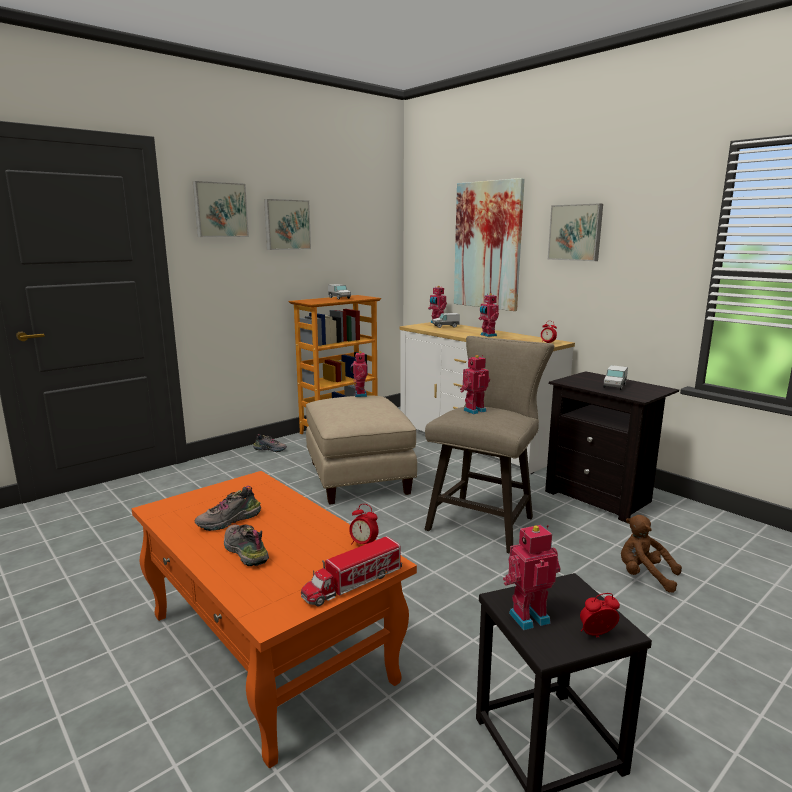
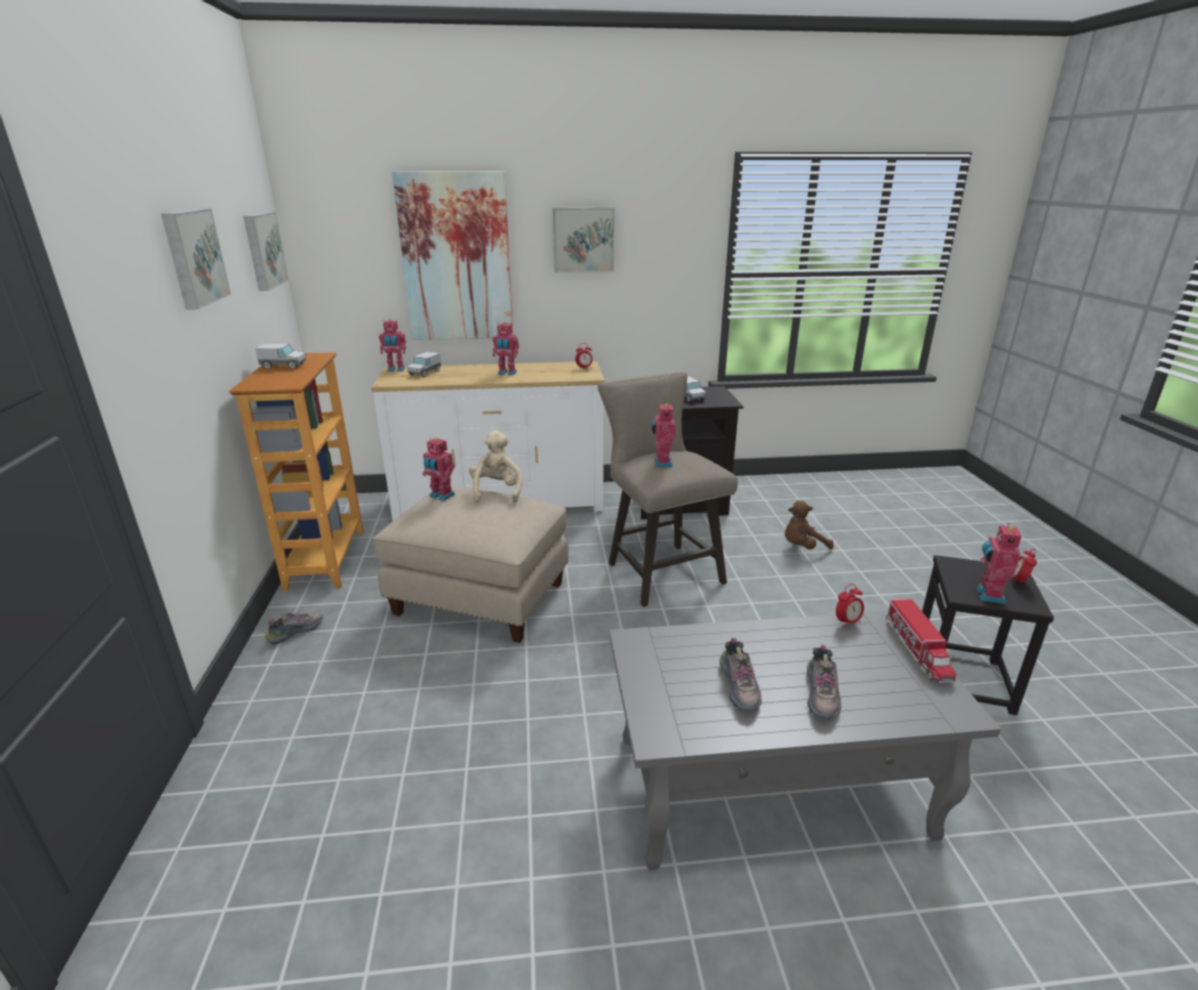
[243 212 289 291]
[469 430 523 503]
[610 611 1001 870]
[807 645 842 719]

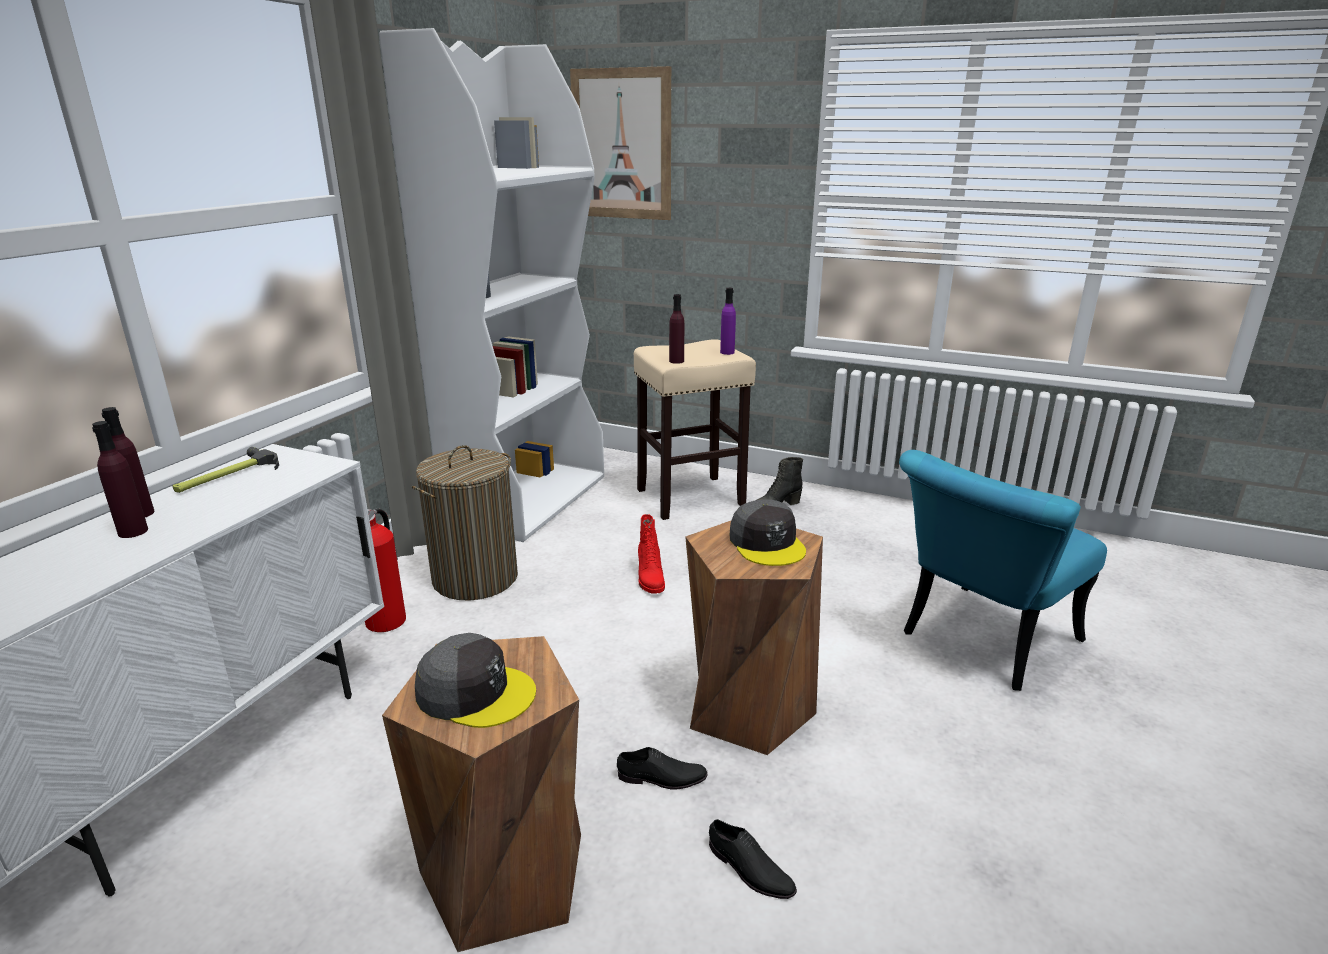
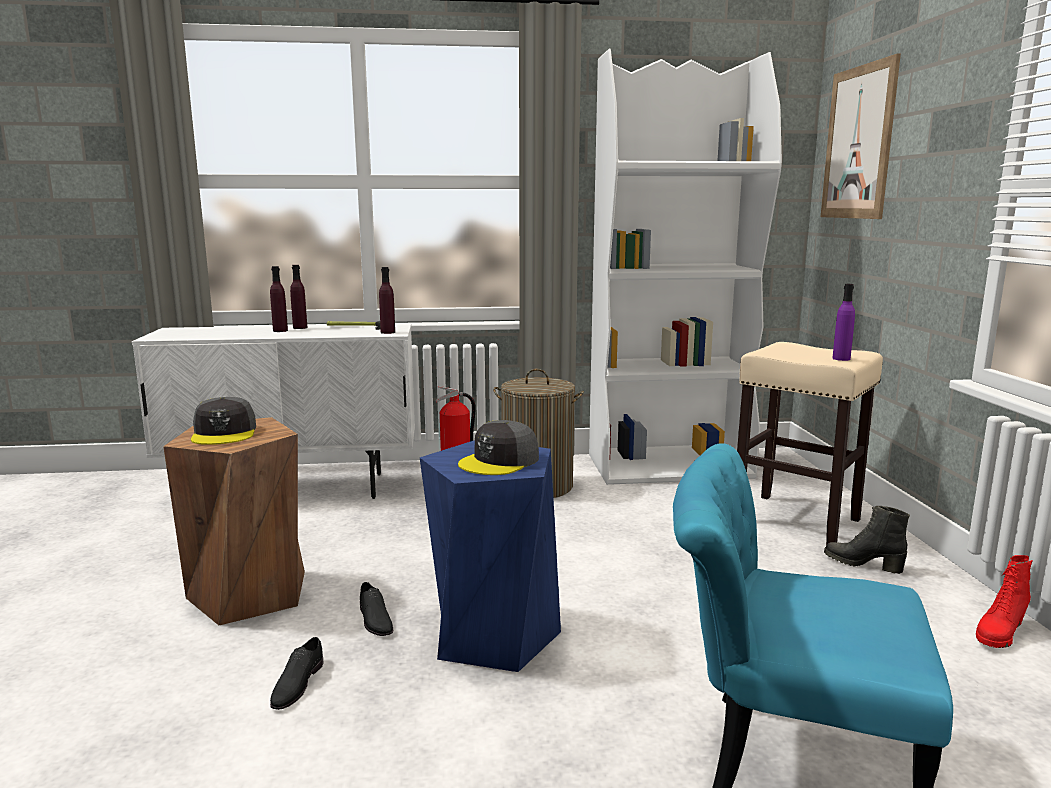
[379 267 395 334]
[420 440 561 672]
[976 555 1032 648]

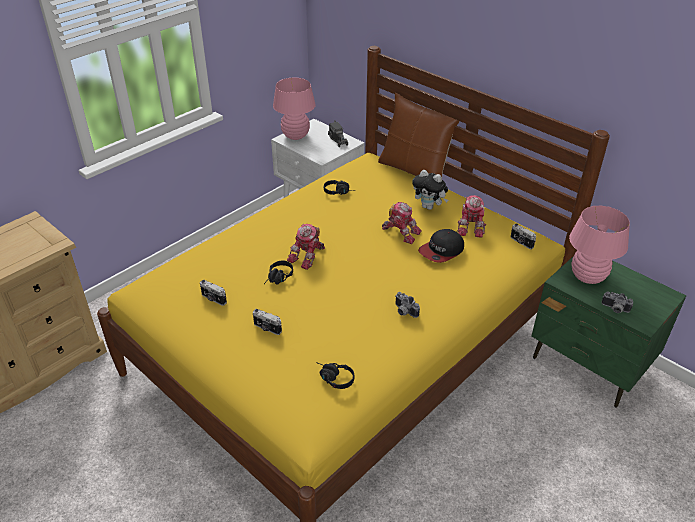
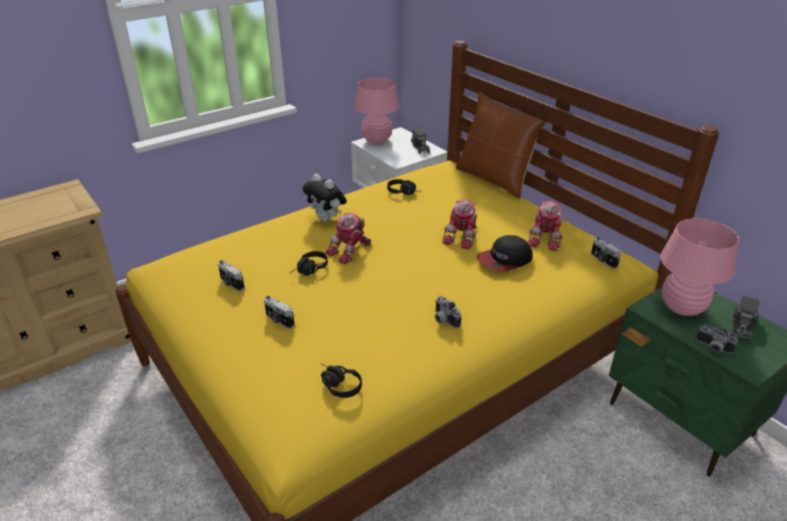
[303 174 347 222]
[442 200 477 249]
[730 296 760 342]

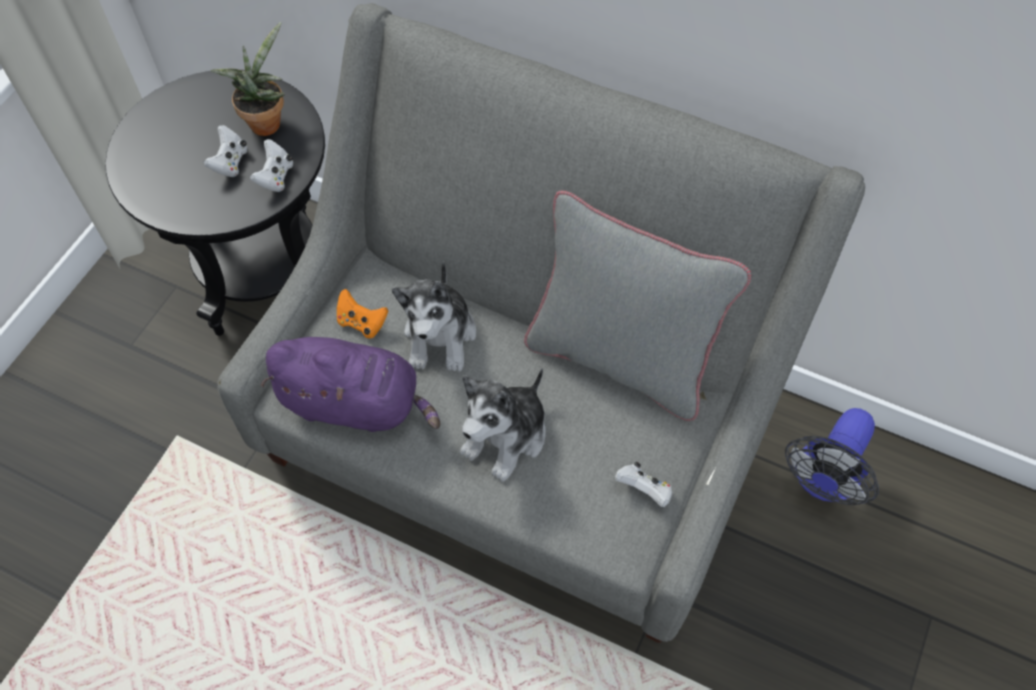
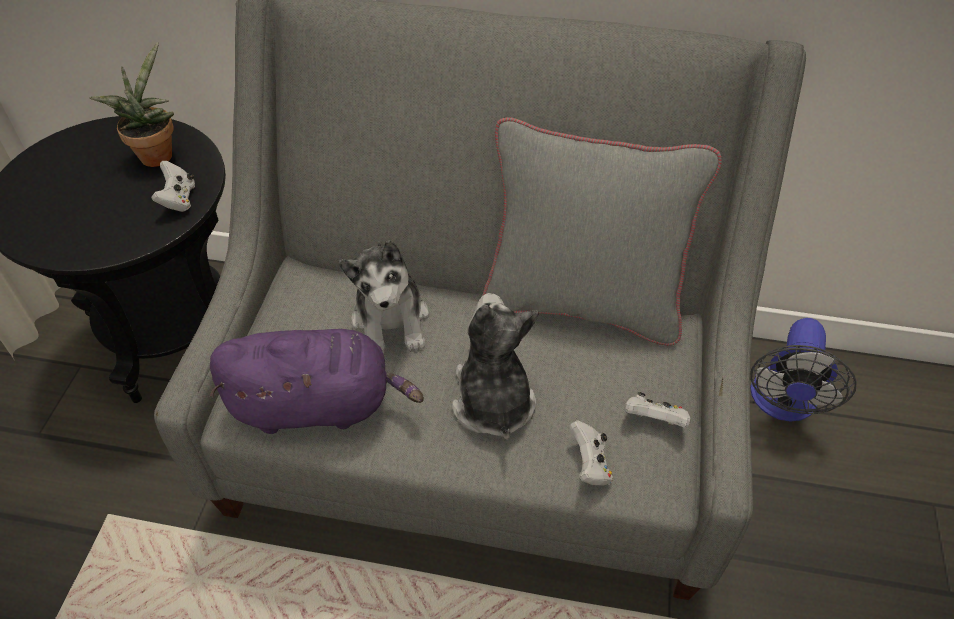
[452 293 539 440]
[569 420 613 486]
[337 289 388 339] (first image)

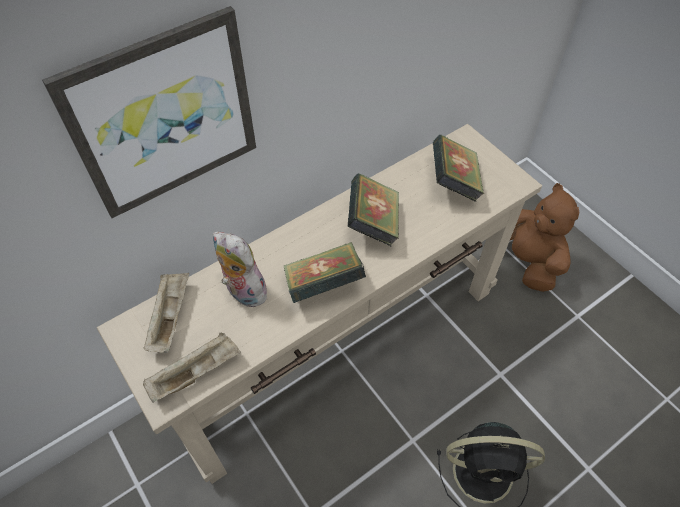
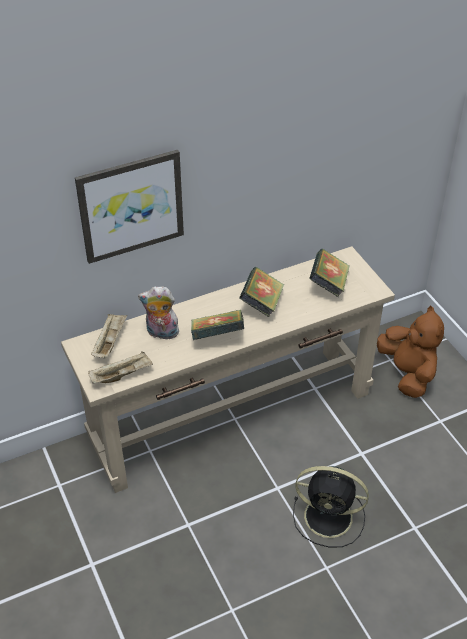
[138 287 179 339]

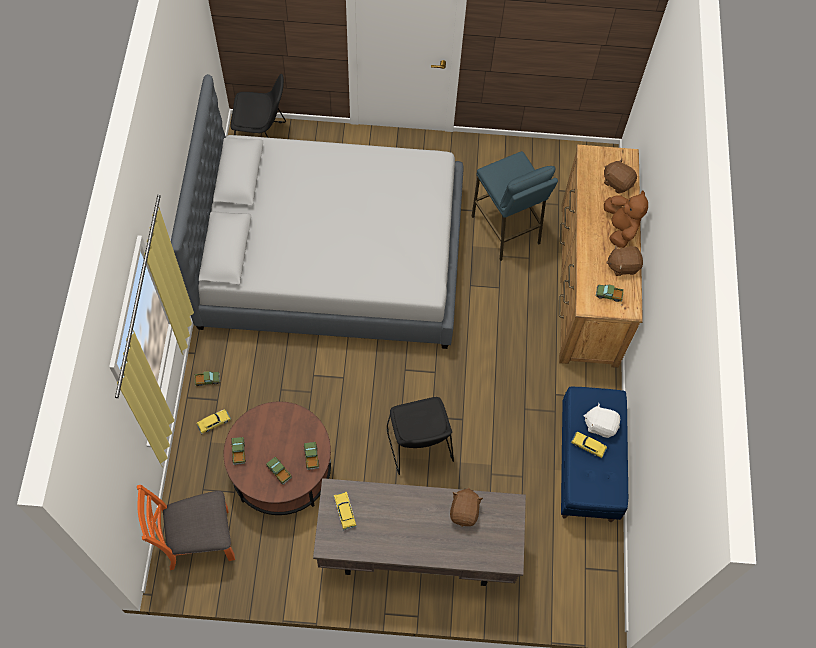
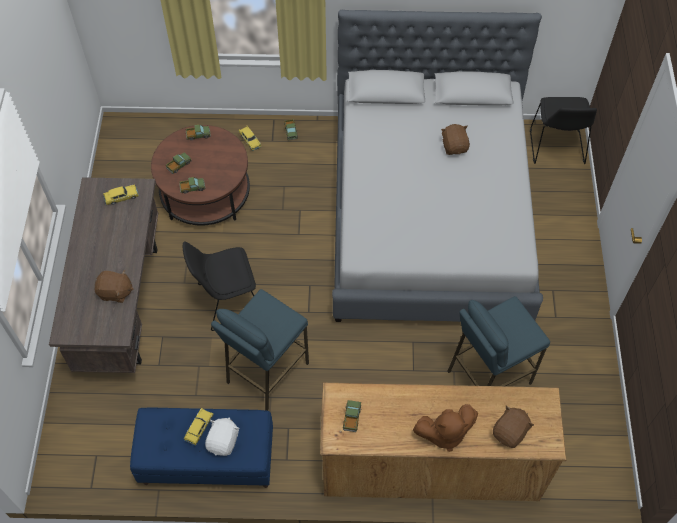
[211 289 309 411]
[441 124 470 155]
[137 484 235 570] (first image)

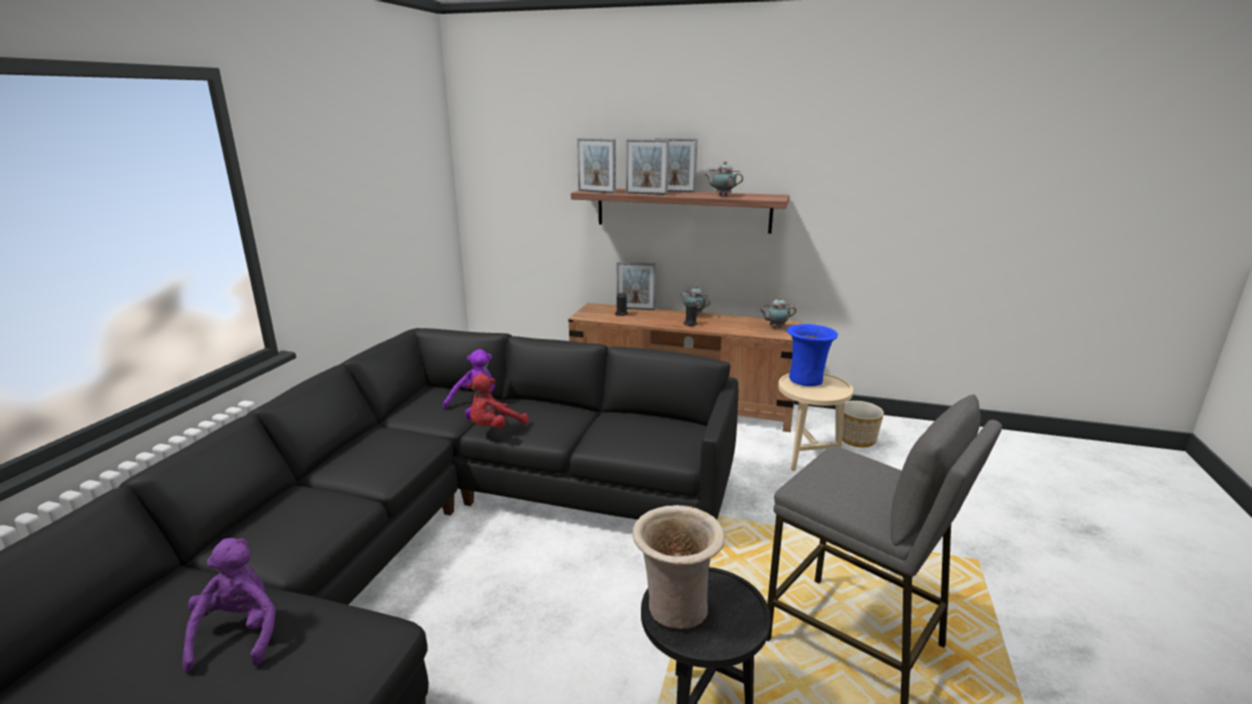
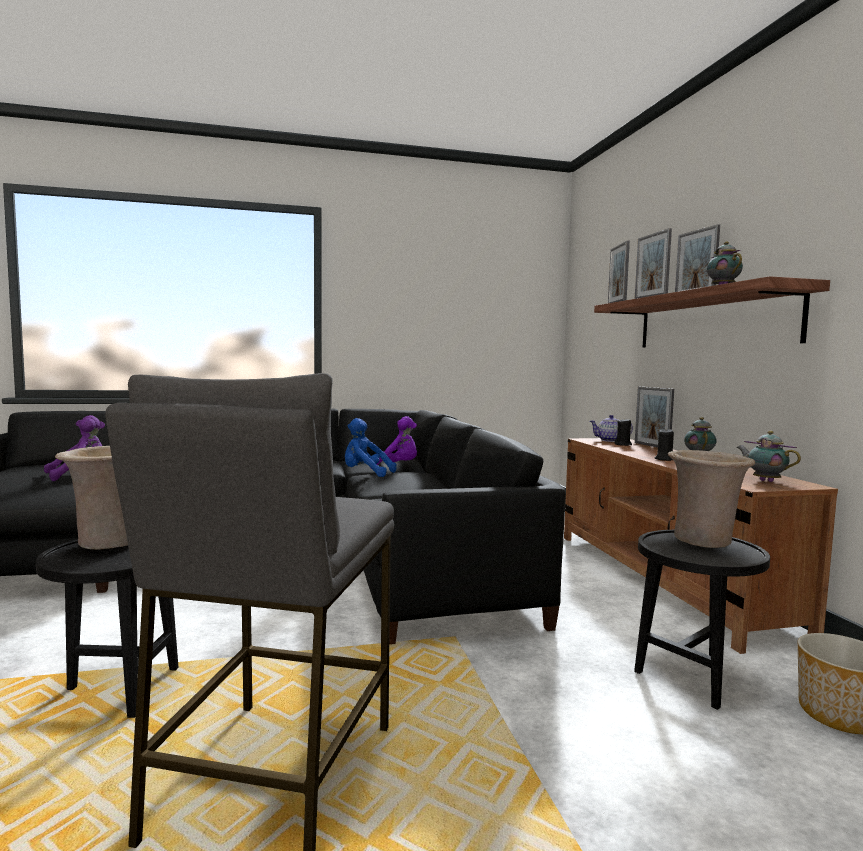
[345 418 396 477]
[590 415 633 442]
[634 530 770 710]
[668 450 755 548]

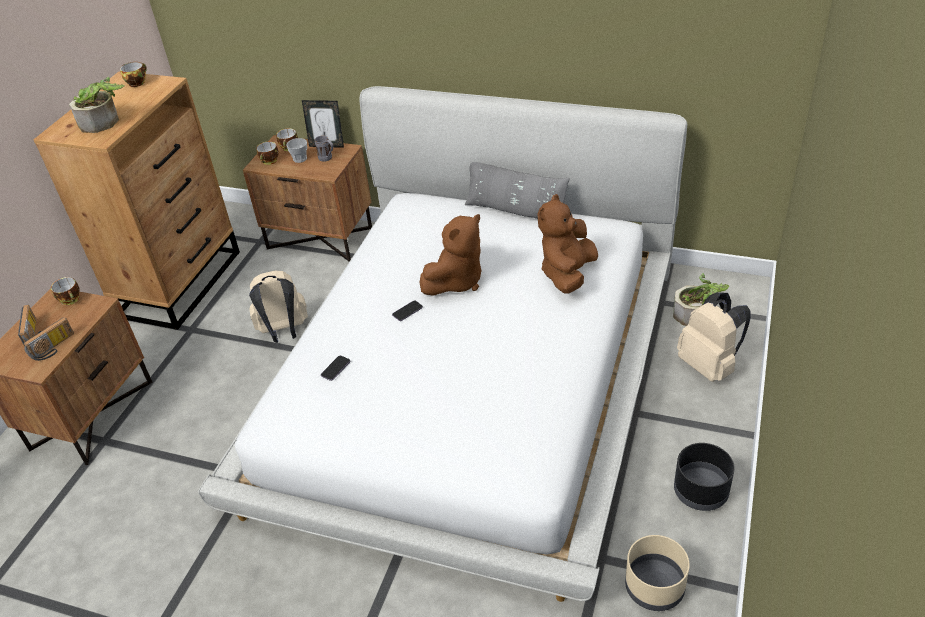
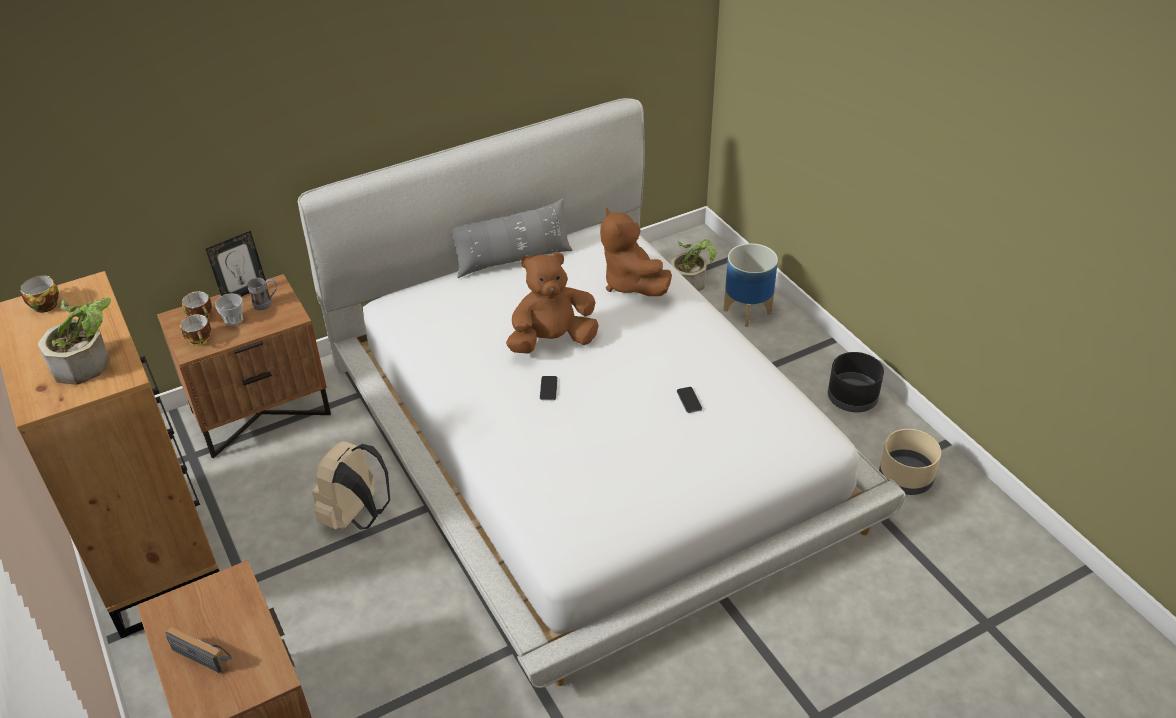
[506 252 599 354]
[677 387 702 413]
[724 243 778 327]
[24 317 74 361] (first image)
[51 277 80 305] (first image)

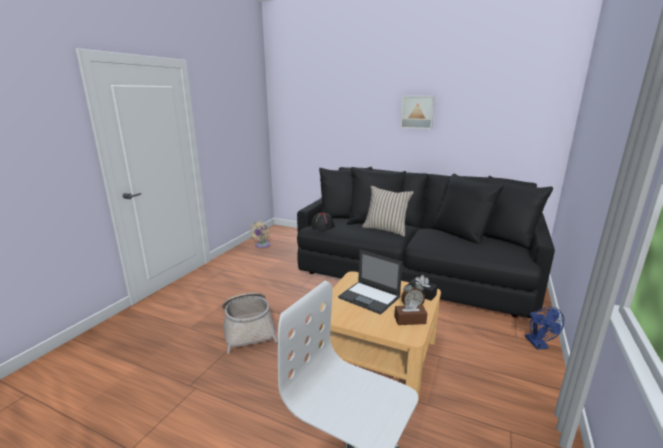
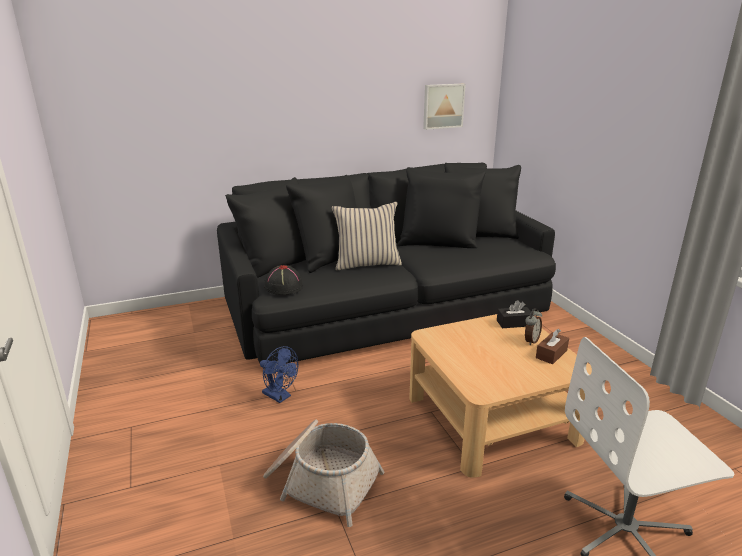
[260 346 298 403]
[423 84 466 130]
[250 221 270 248] (first image)
[338 250 402 315] (first image)

